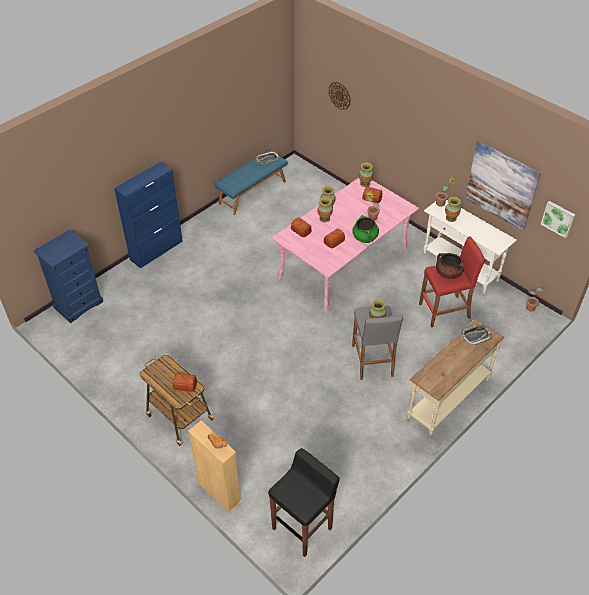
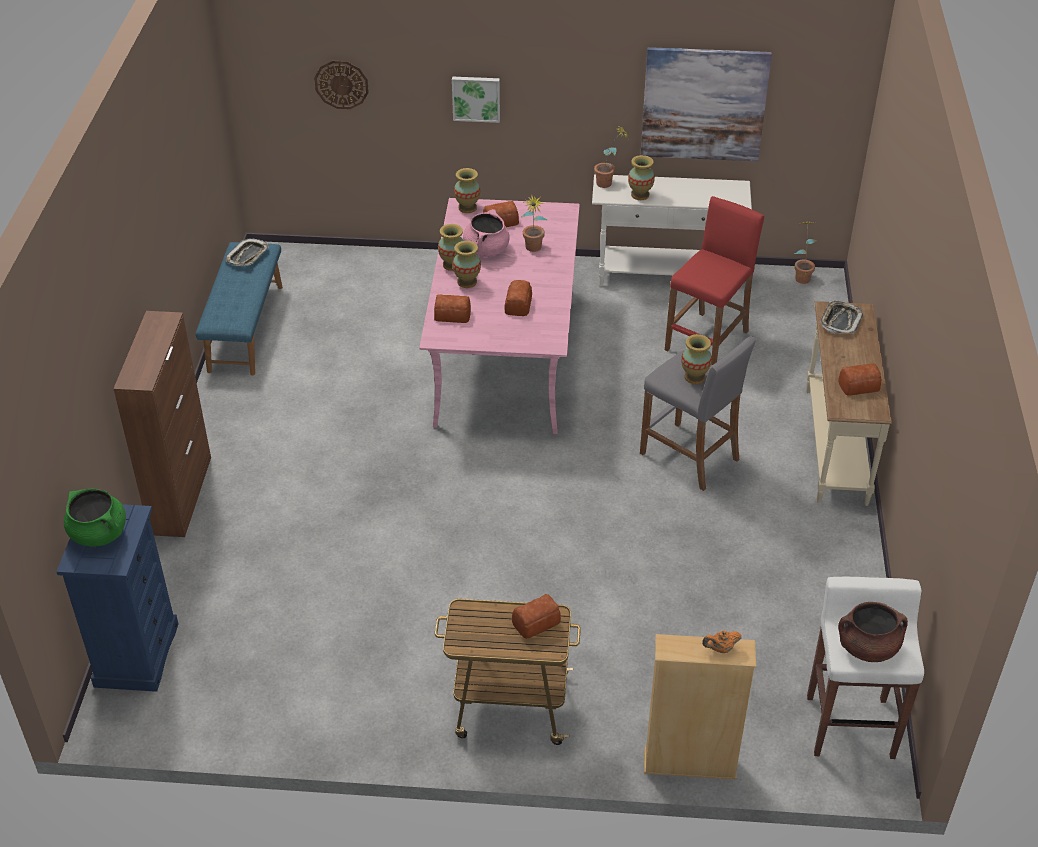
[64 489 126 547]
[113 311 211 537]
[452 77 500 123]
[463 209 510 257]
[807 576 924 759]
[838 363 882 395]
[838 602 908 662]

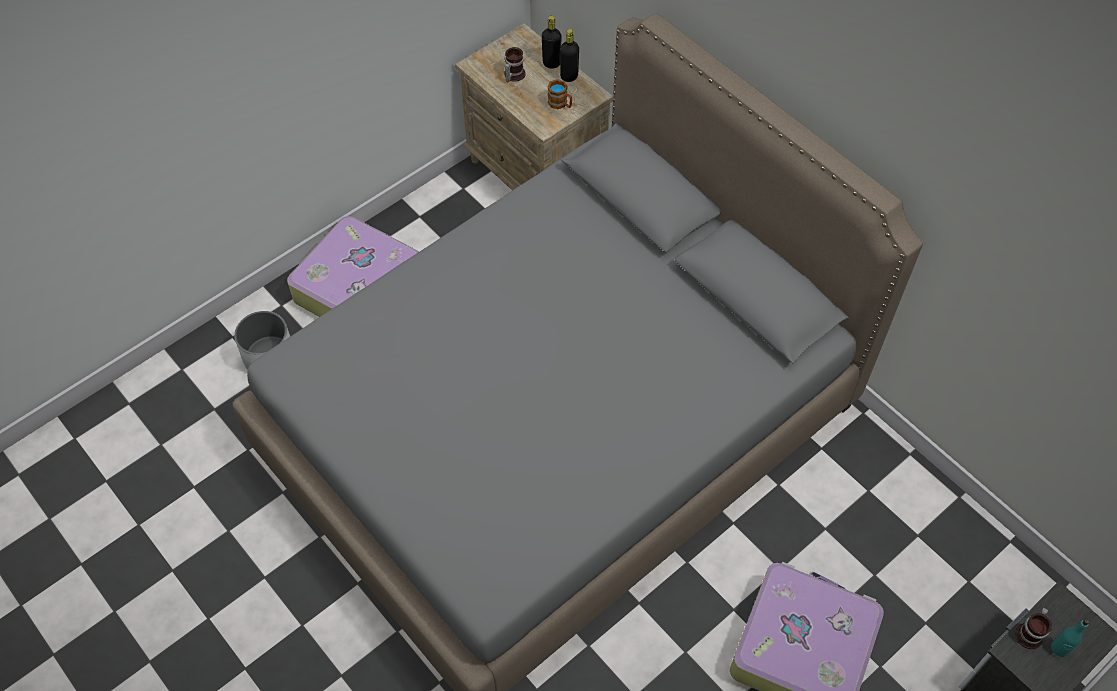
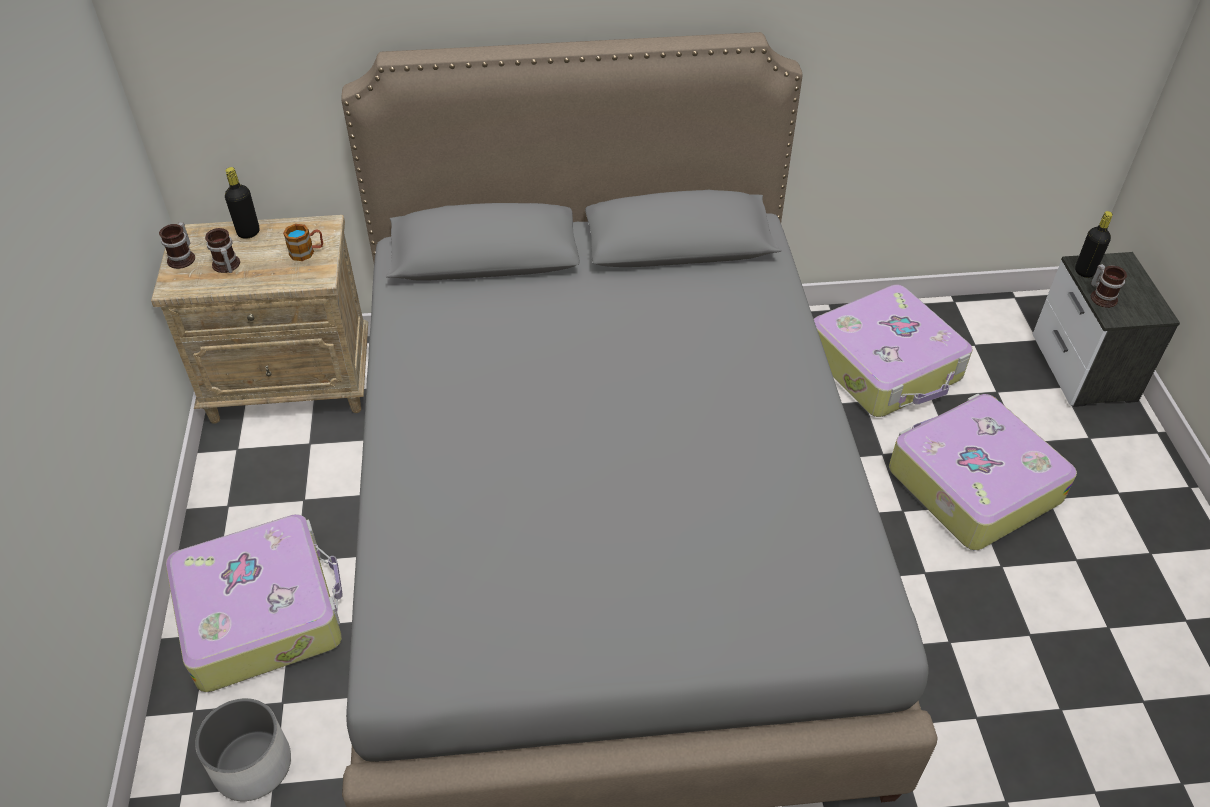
[159 222 195 269]
[814 284 973 417]
[1075 211 1113 278]
[1051 619 1090 657] (first image)

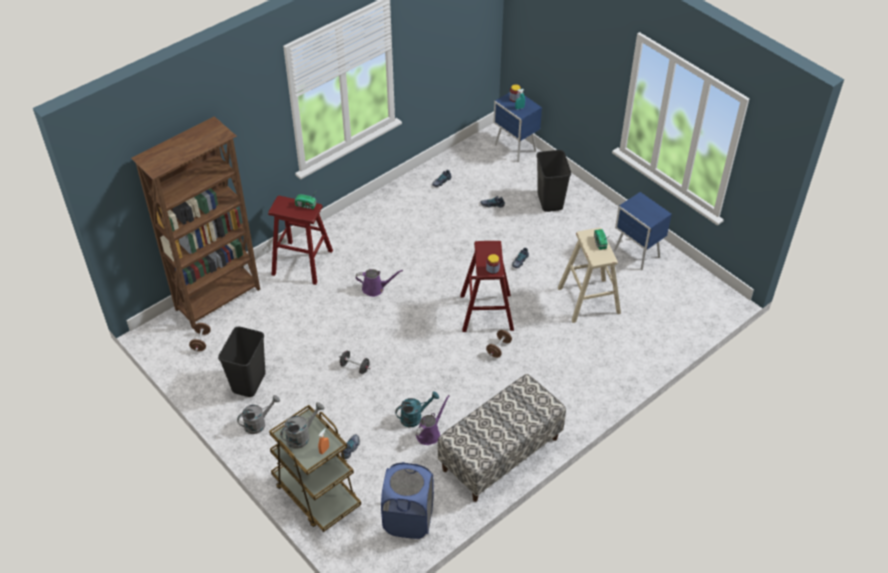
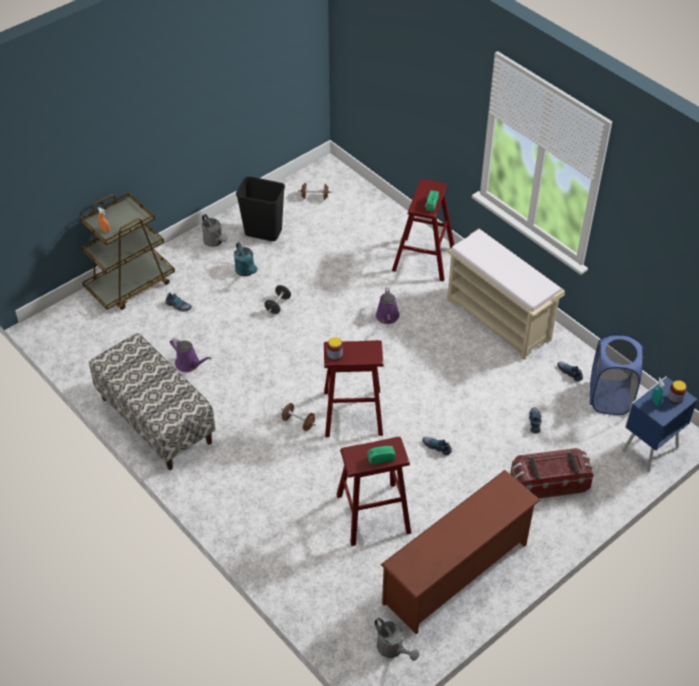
[234 242 257 276]
[336 437 411 546]
[374 618 419 661]
[380 470 540 634]
[447 229 565 360]
[510 448 594 498]
[590 334 644 415]
[131 116 260 329] (first image)

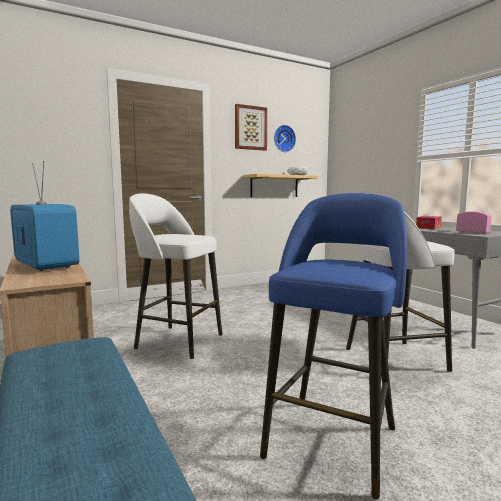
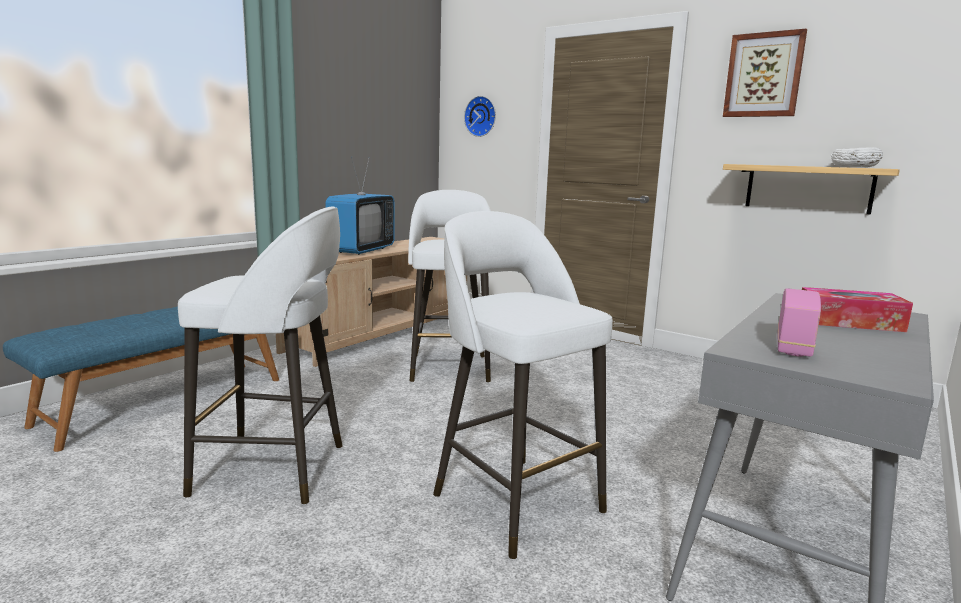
[178 206 342 505]
[464 96 496 137]

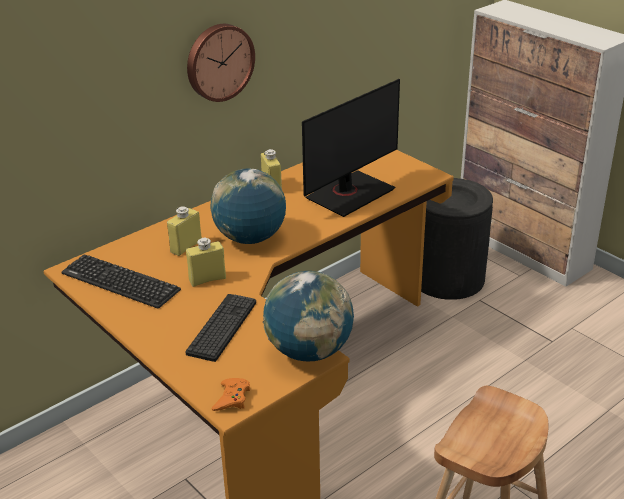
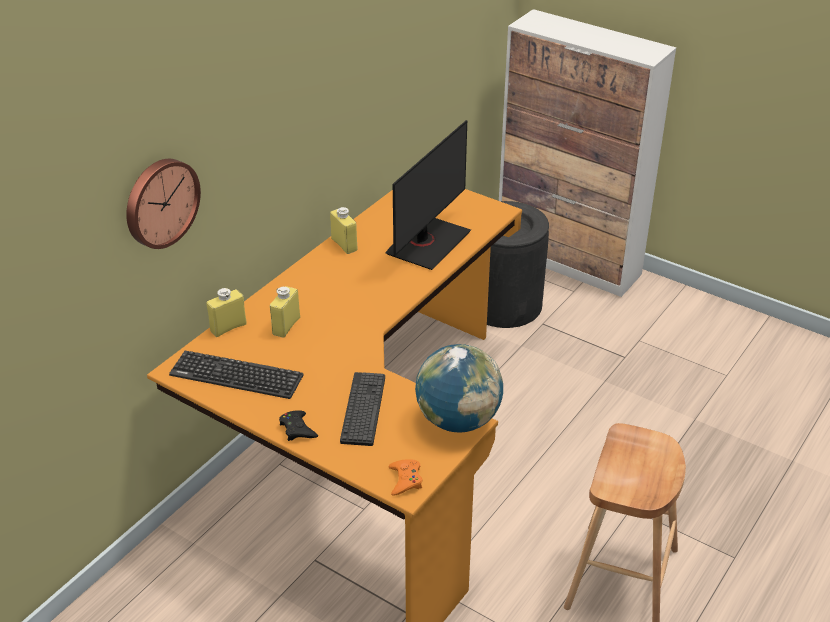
[126 159 201 249]
[207 288 247 337]
[279 410 318 441]
[211 168 286 244] (first image)

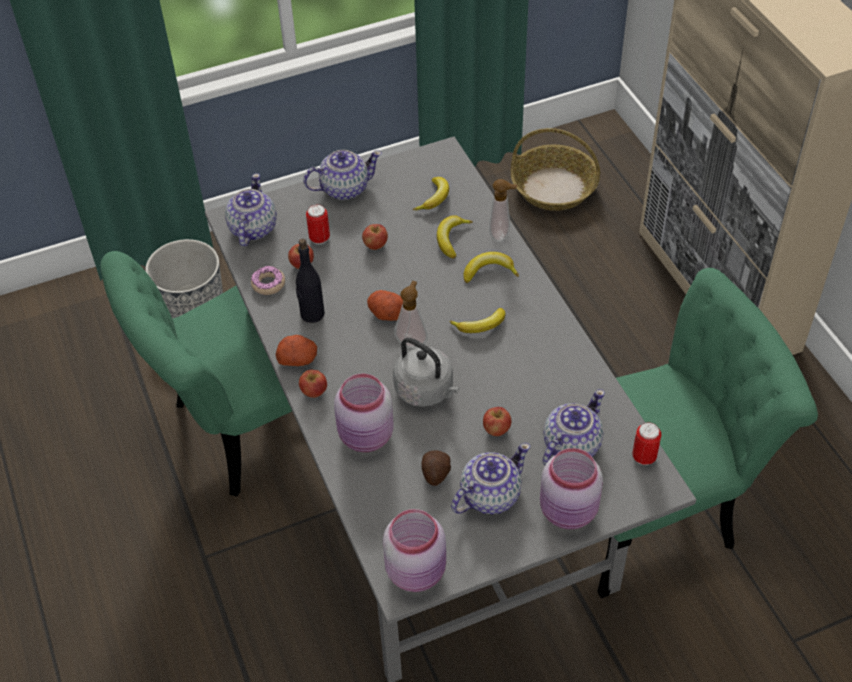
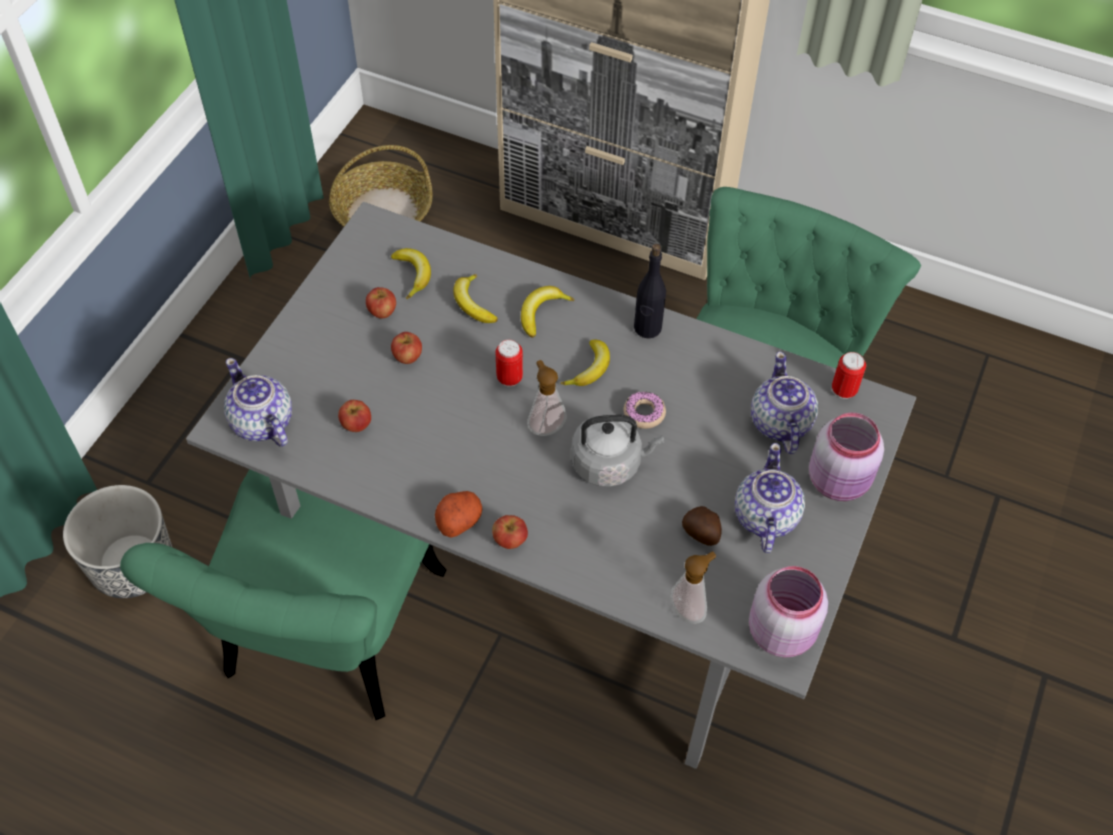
[366 287 396 319]
[496 340 523 387]
[624 391 666 429]
[634 244 666 339]
[670 552 716 624]
[303 150 382 200] (first image)
[334 374 394 452] (first image)
[367 290 403 321] (first image)

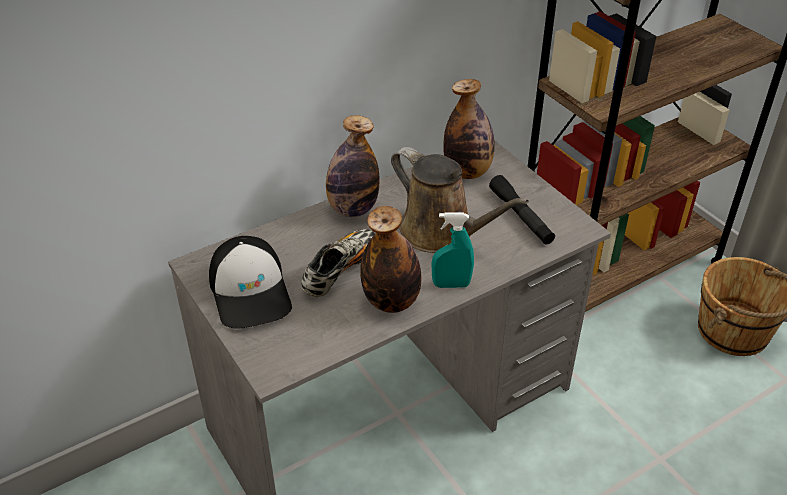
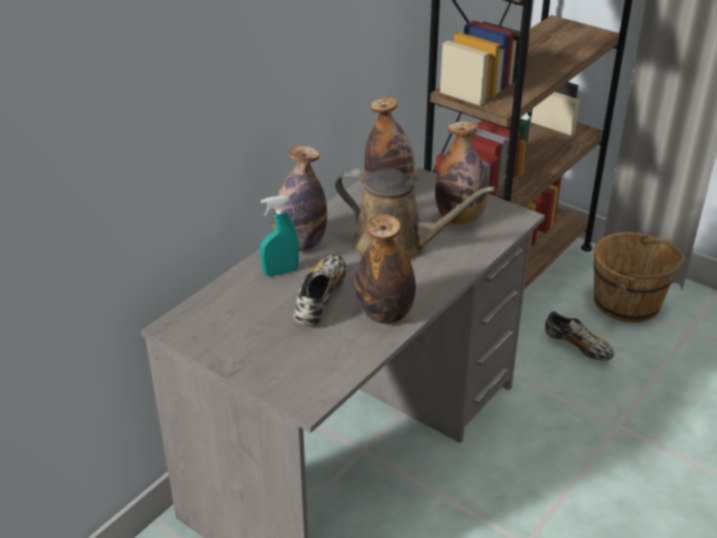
[260 195 299 277]
[435 121 488 224]
[545 311 615 360]
[209 236 292 329] (first image)

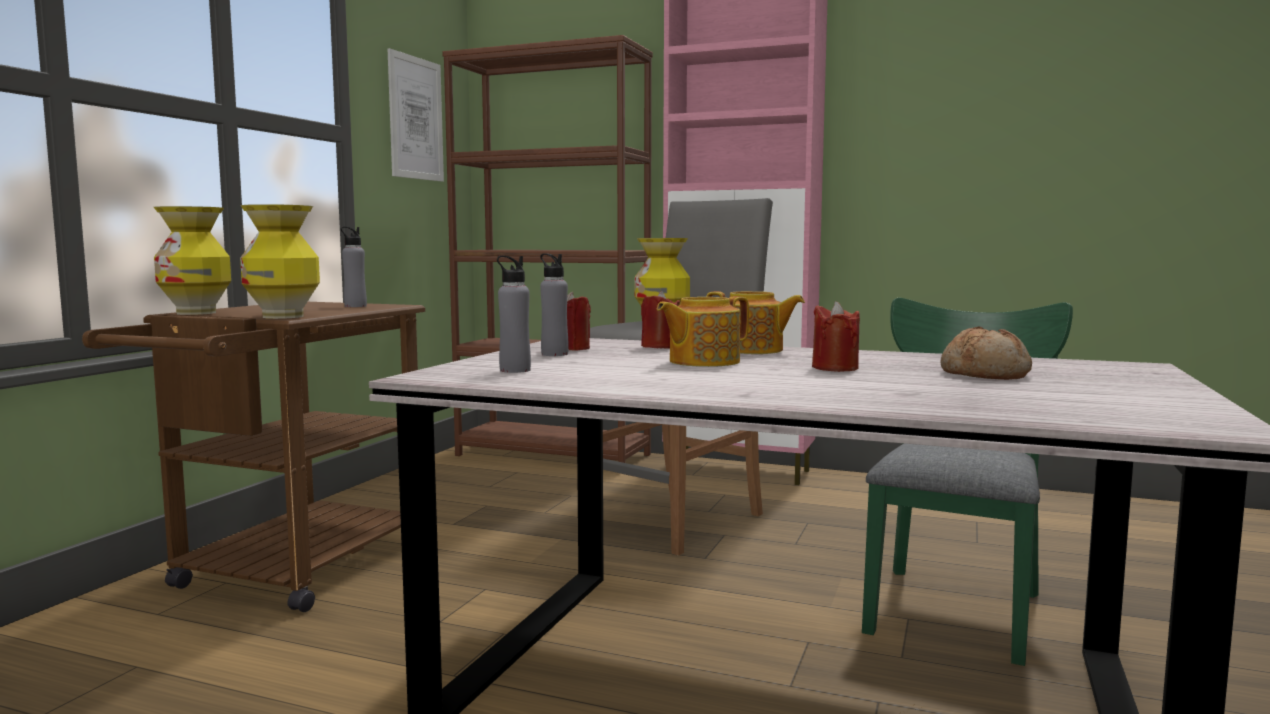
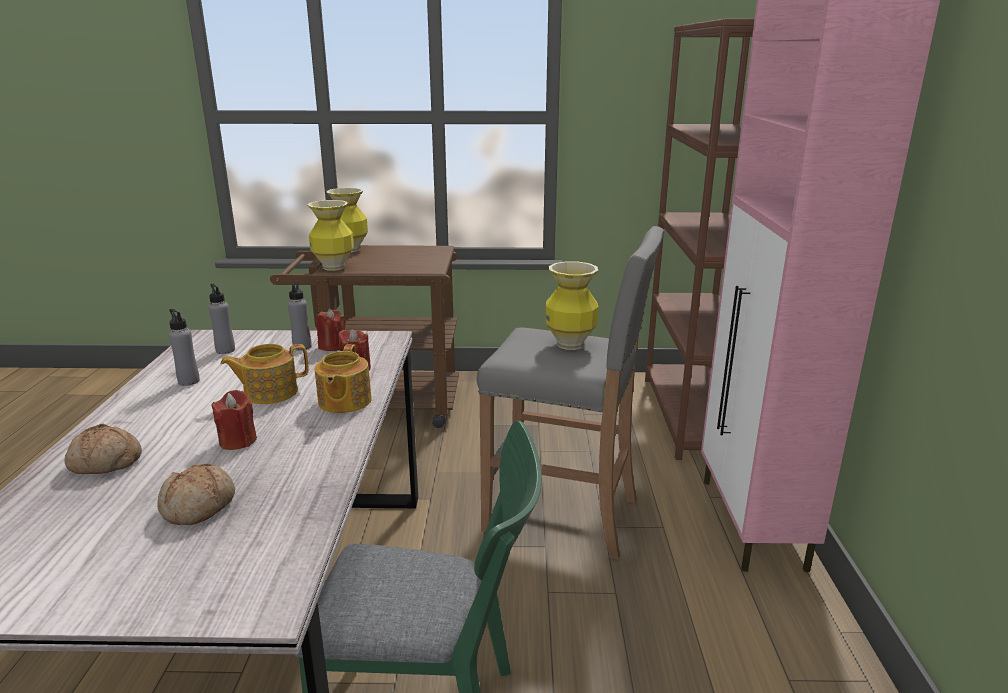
[64 424 142 474]
[169 309 200 386]
[220 344 308 404]
[388 48 444 182] (first image)

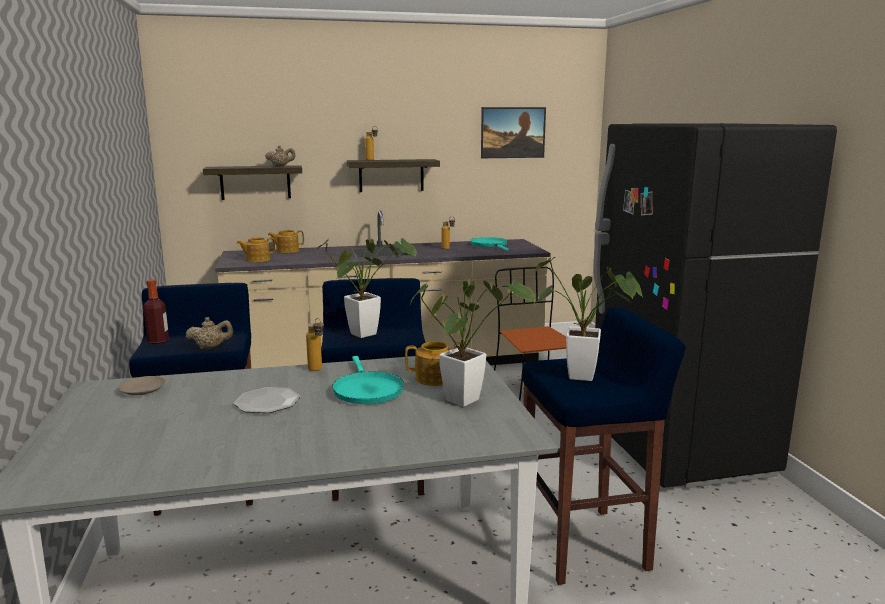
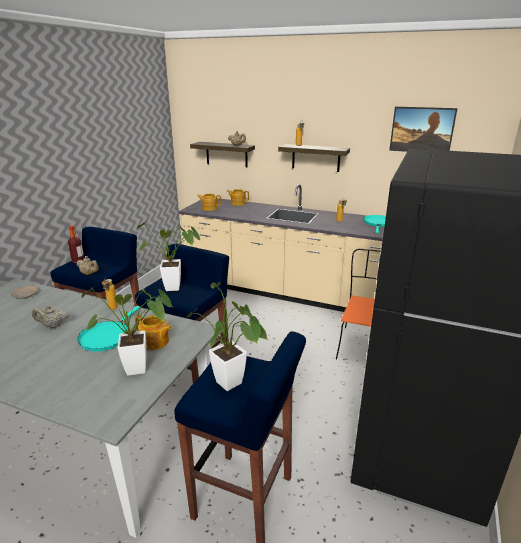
[32 305 69 328]

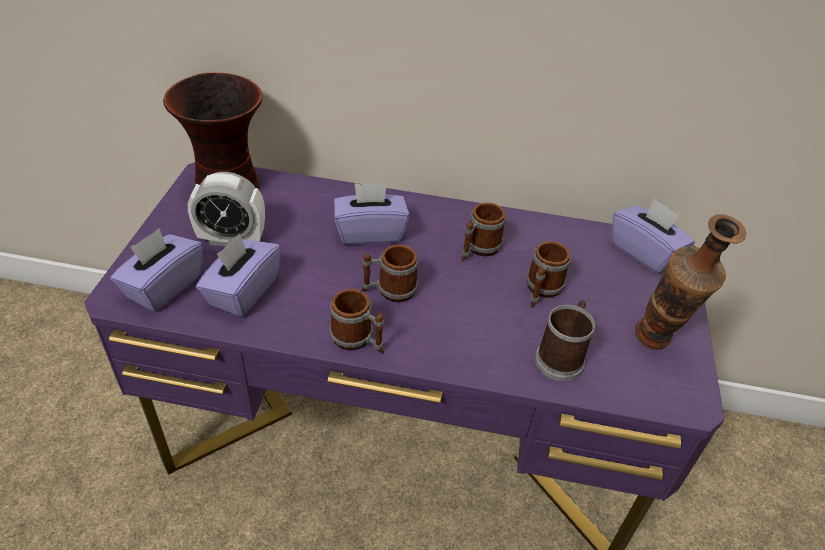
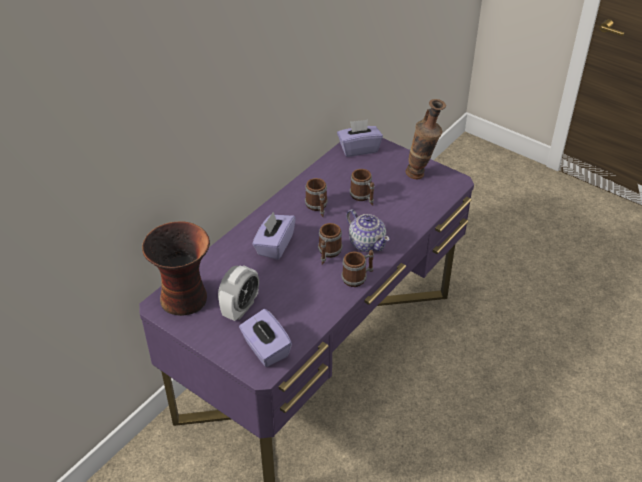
[346 209 390 252]
[196 234 281 317] (first image)
[535 301 595 381] (first image)

